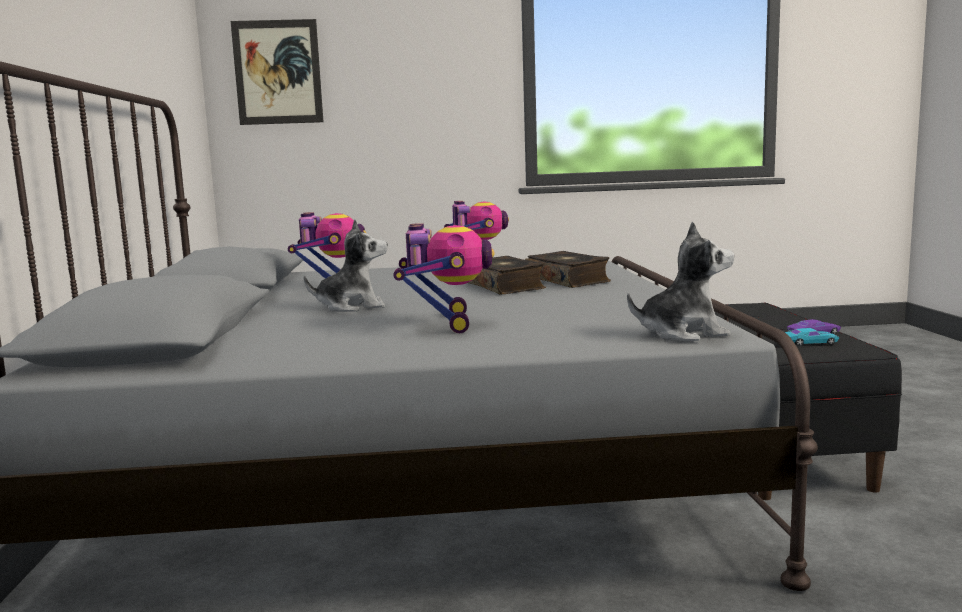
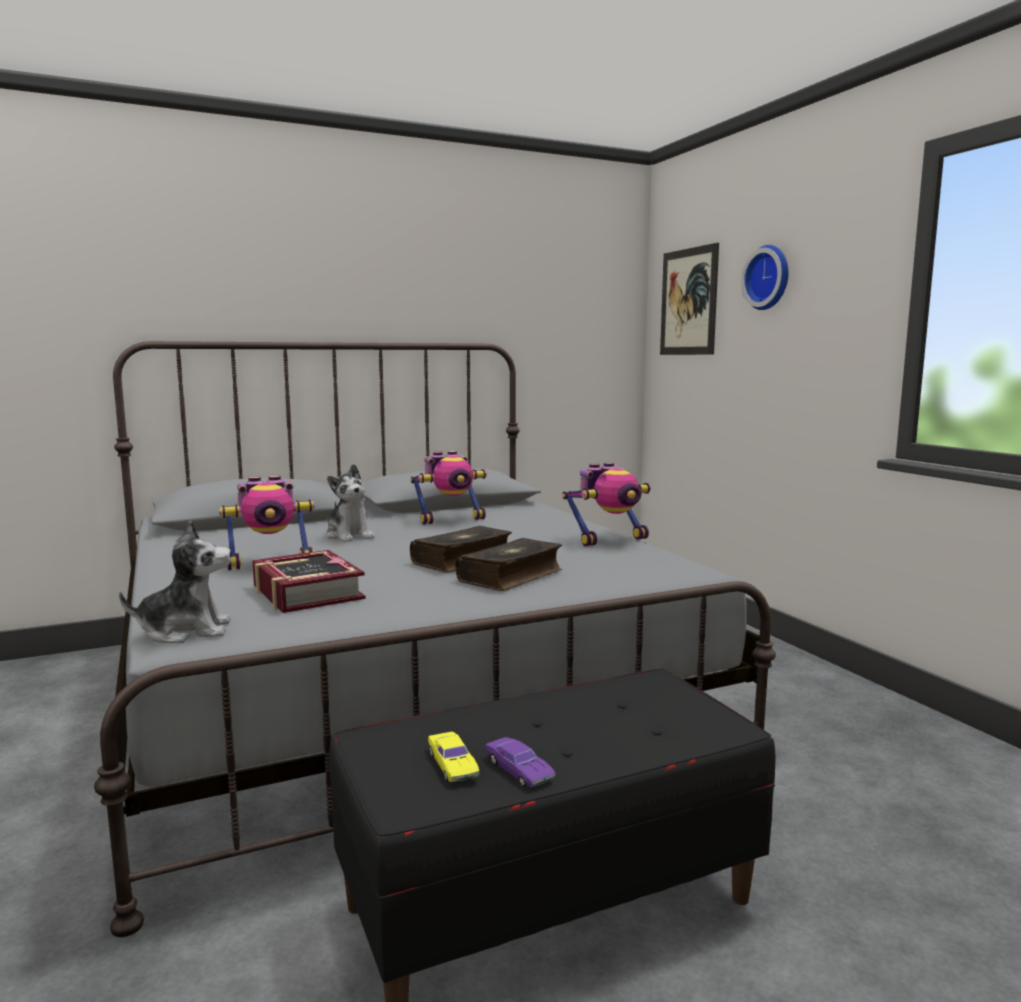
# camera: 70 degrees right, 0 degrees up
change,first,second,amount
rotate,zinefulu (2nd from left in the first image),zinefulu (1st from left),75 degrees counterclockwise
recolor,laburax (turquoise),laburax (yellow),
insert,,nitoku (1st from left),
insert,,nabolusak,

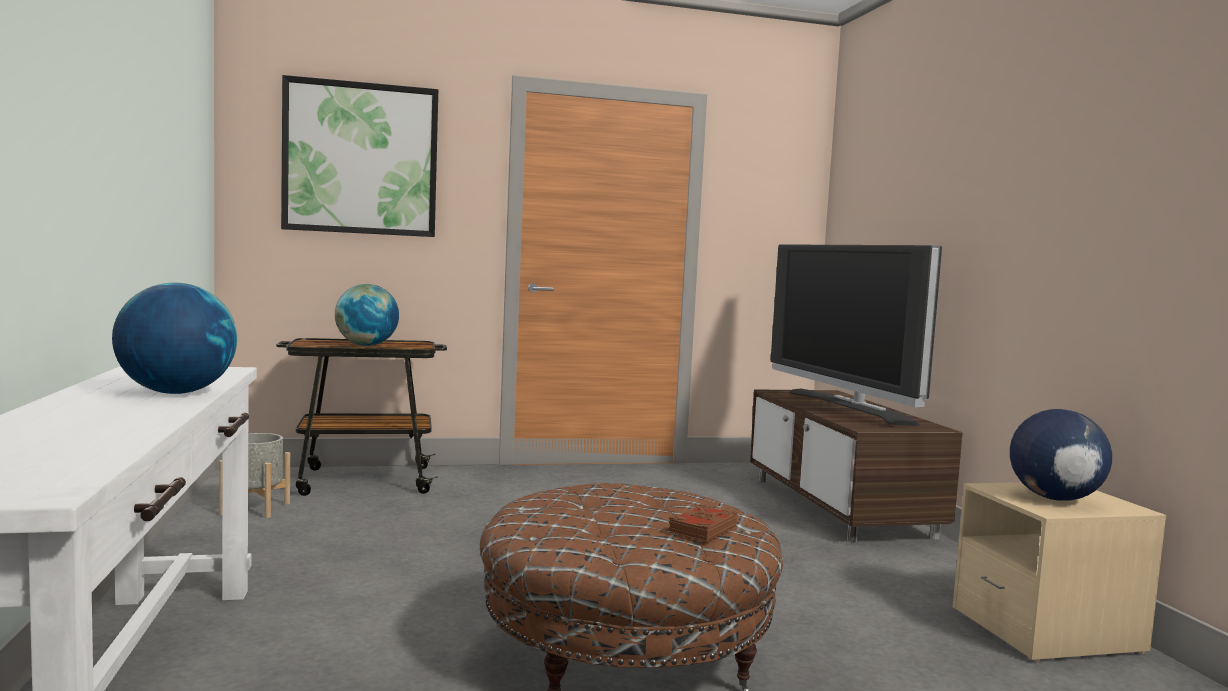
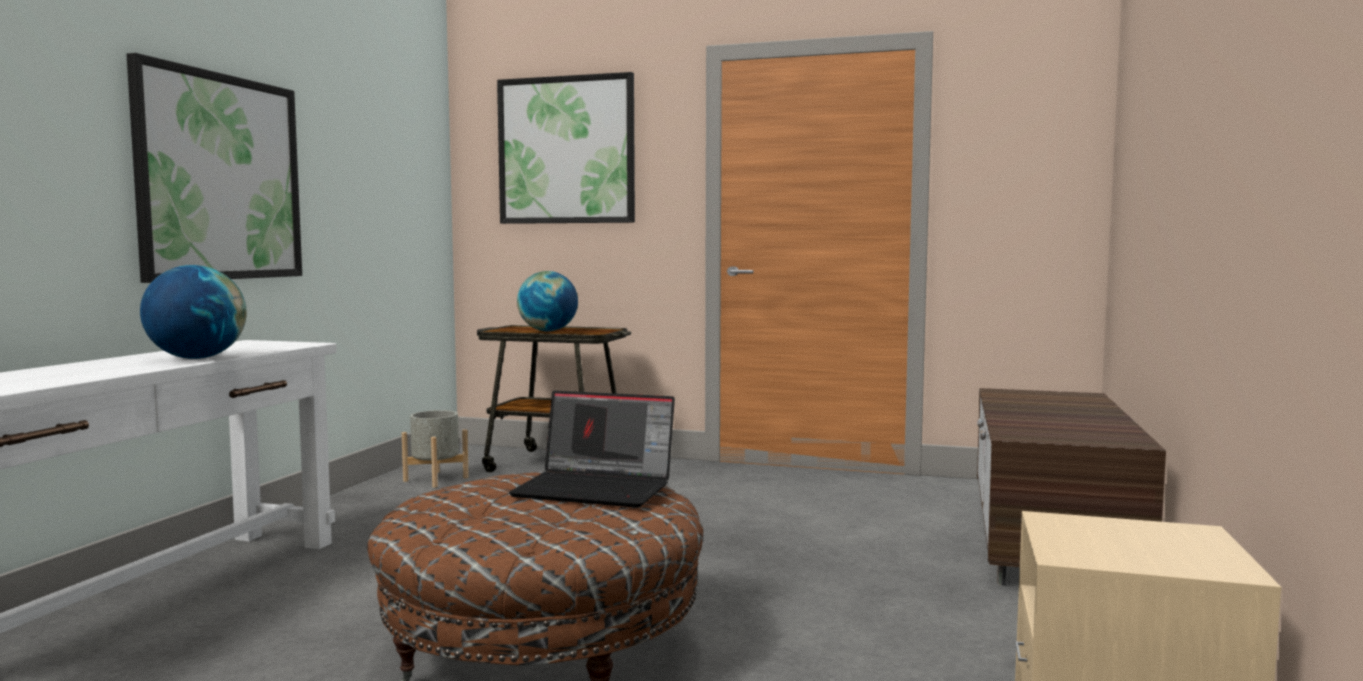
# camera: 30 degrees right, 0 degrees up
change,first,second,amount
delete,nitoku (brown),,
delete,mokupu,,
delete,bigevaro (3rd from left),,
insert,,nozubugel (1st from left),
insert,,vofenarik,

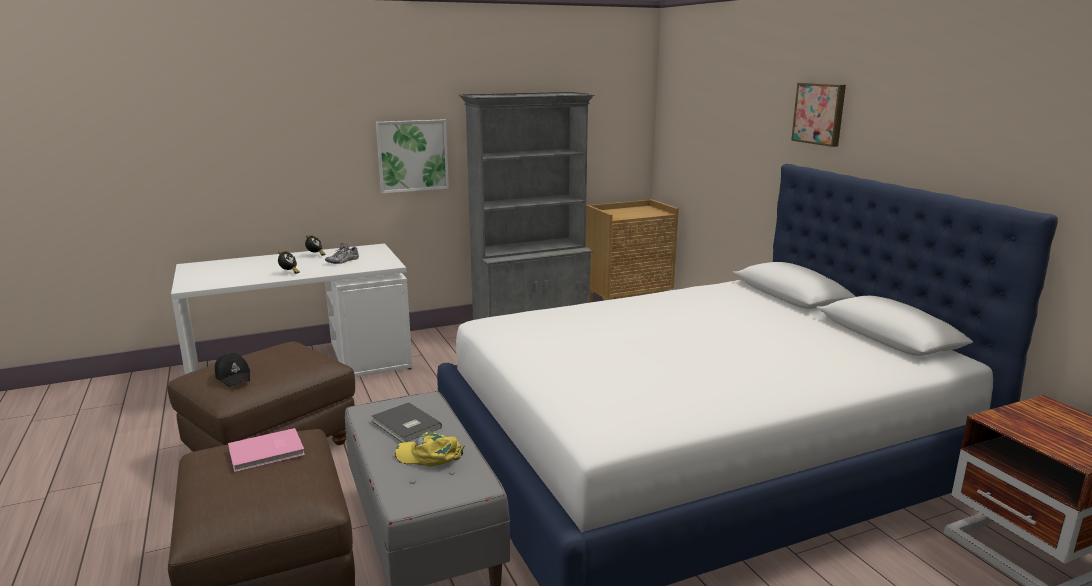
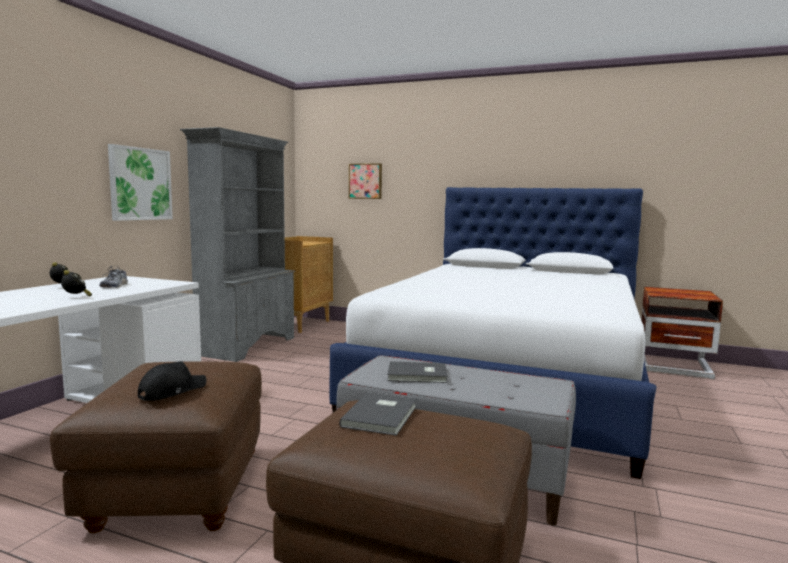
# camera: 45 degrees left, 10 degrees down
change,first,second,amount
rotate,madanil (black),,60 degrees counterclockwise
recolor,nitoku (pink),nitoku (grey) (1st from left),
delete,madanil (yellow),,
move,nozubugel (2nd from left),,

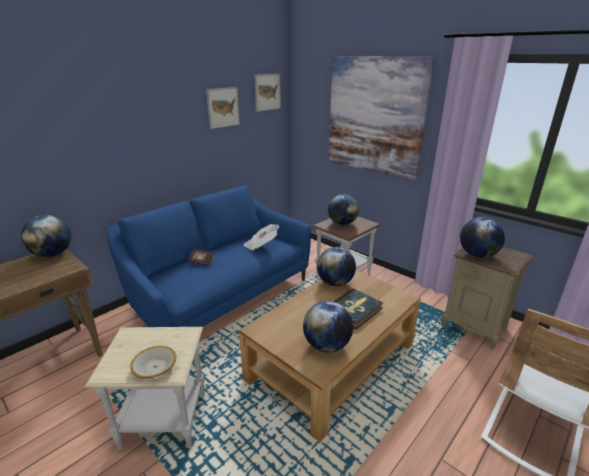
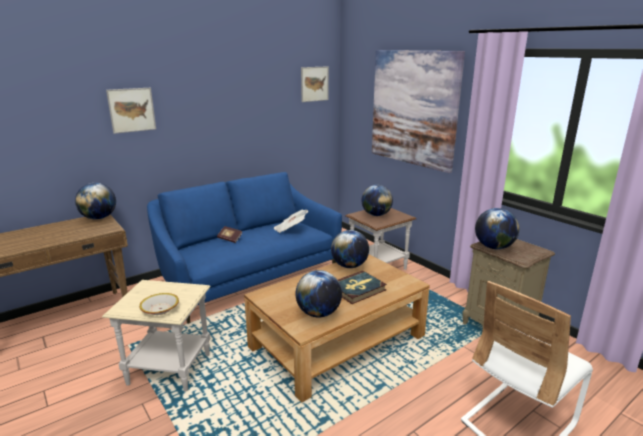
# camera: 10 degrees right, 5 degrees down
change,first,second,amount
move,nozubugel (1st from left),,

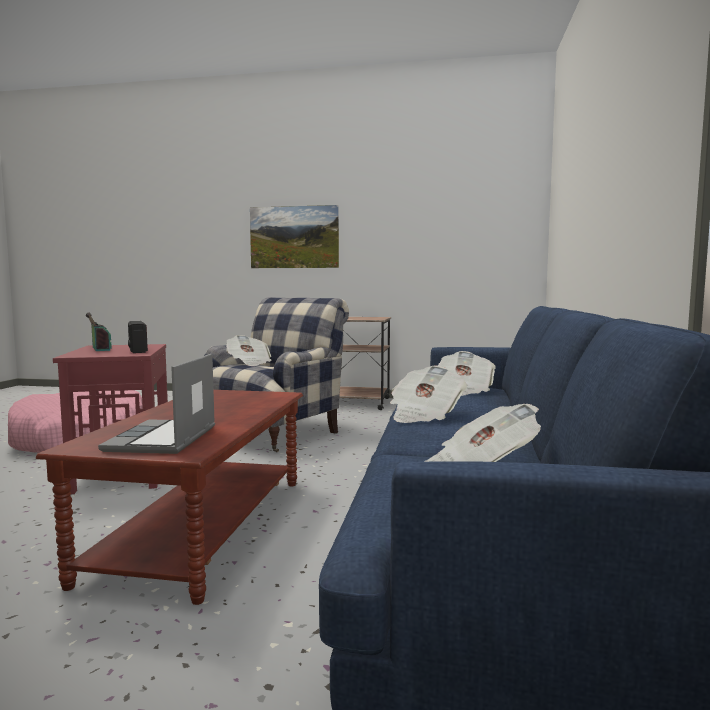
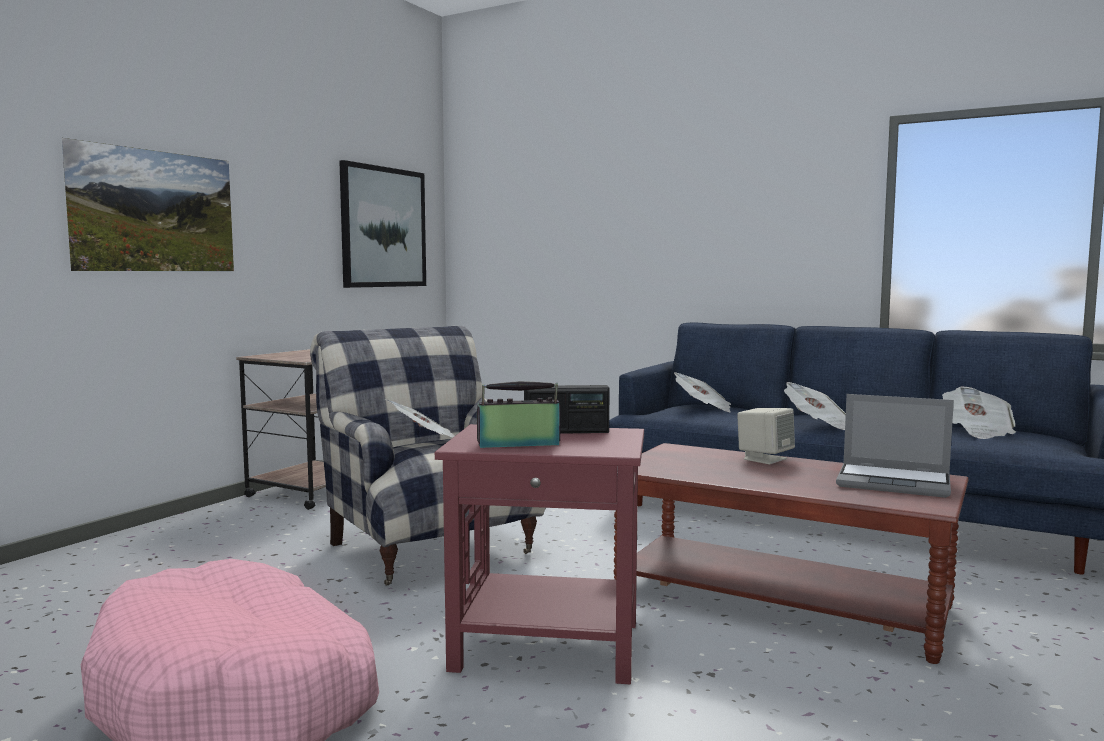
# camera: 70 degrees left, 0 degrees up
change,first,second,amount
insert,,nozubugel (2nd from left),
insert,,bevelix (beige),

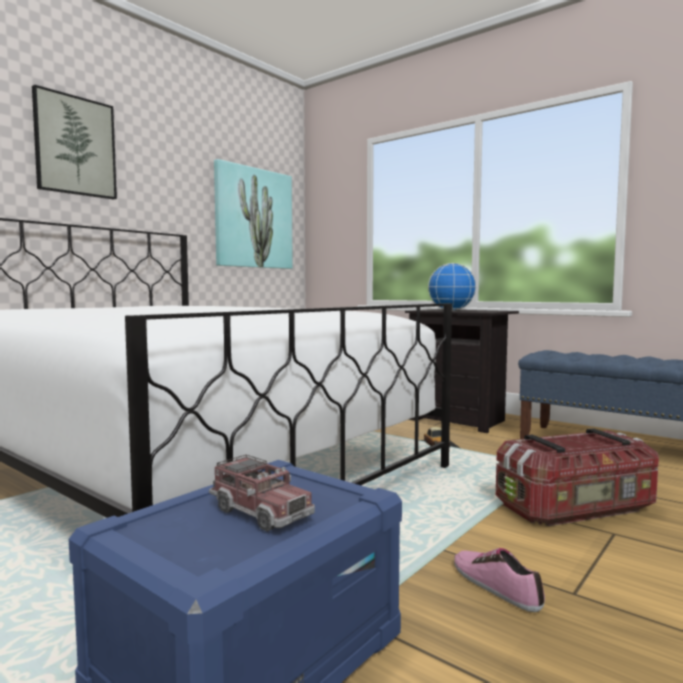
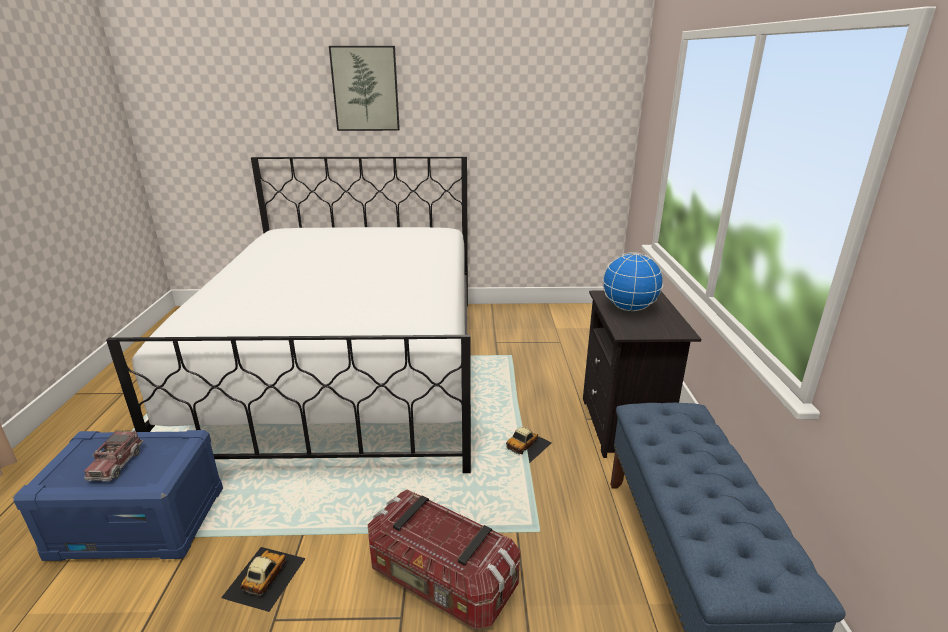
# camera: 50 degrees right, 20 degrees up
change,first,second,amount
delete,nozubugel (2nd from left),,
replace,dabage,laburax (1st from left),

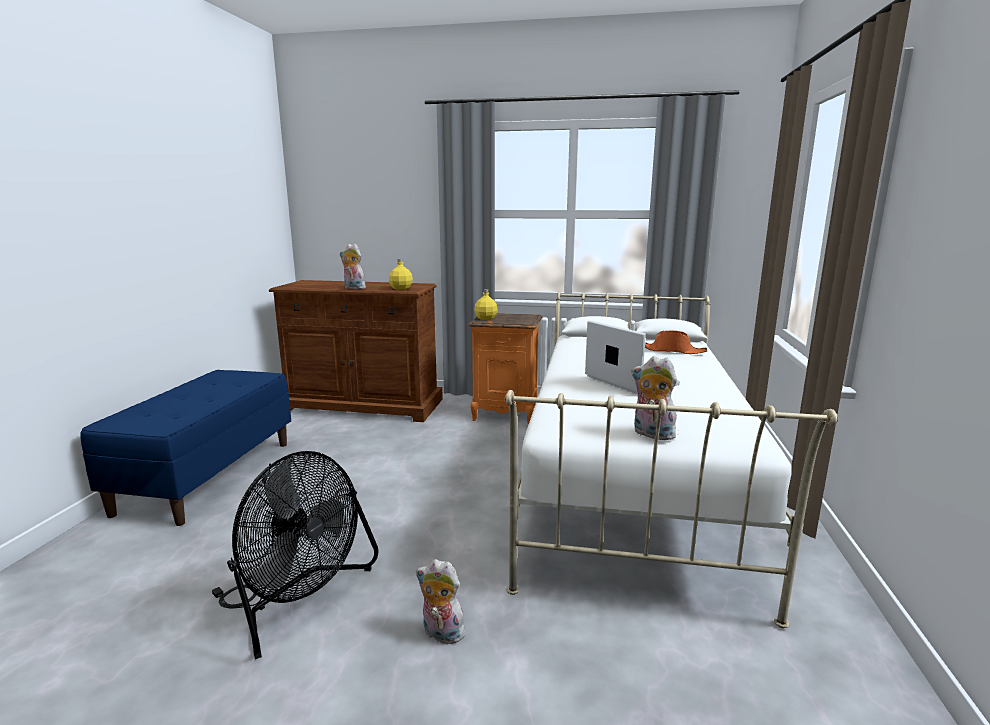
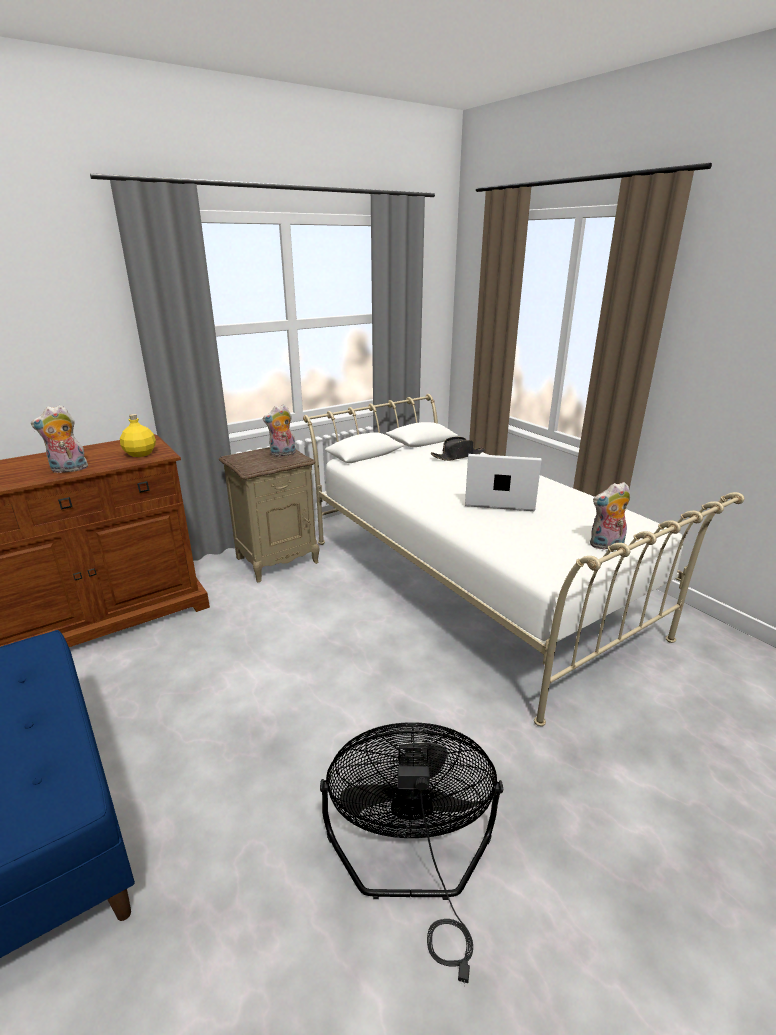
# camera: 45 degrees left, 10 degrees up
change,first,second,amount
rotate,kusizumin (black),,75 degrees counterclockwise
move,zinefulu (2nd from left),,
recolor,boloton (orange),boloton (beige),
delete,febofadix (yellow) (2nd from left),,
recolor,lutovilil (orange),lutovilil (black),

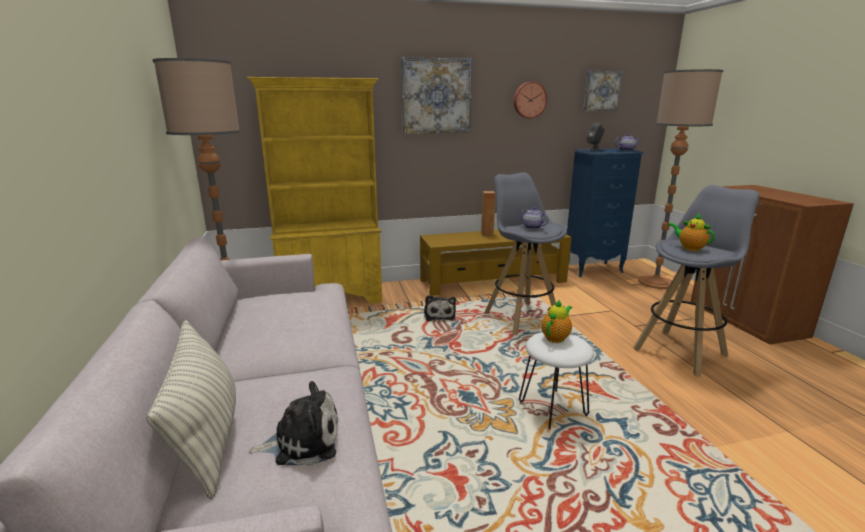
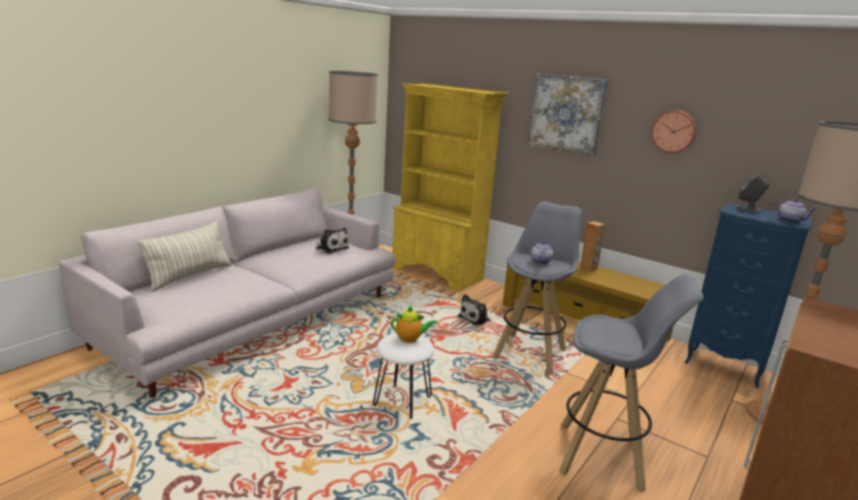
# camera: 50 degrees right, 0 degrees up
change,first,second,amount
move,zinefulu (1st from left),,
delete,nozubugel (2nd from left),,
delete,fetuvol (4th from left),,

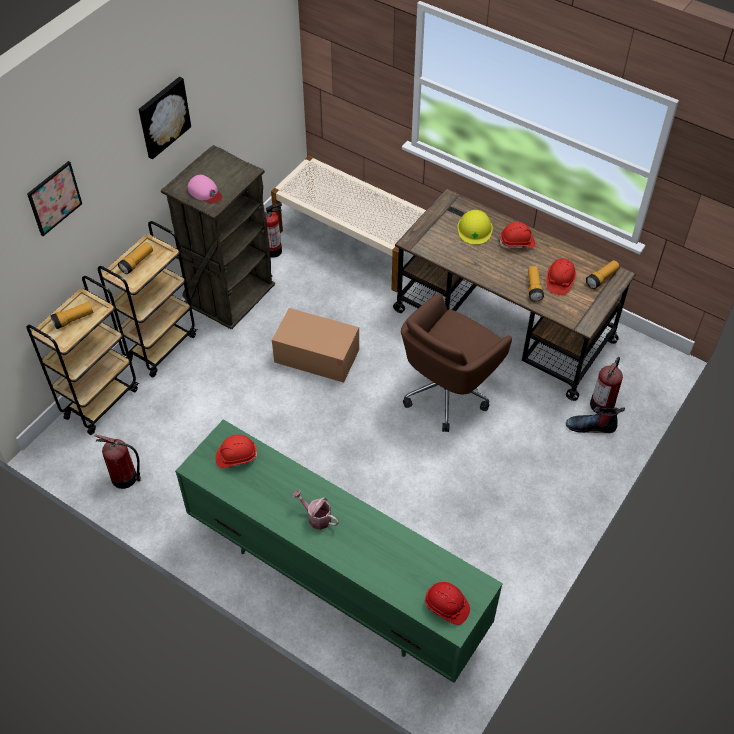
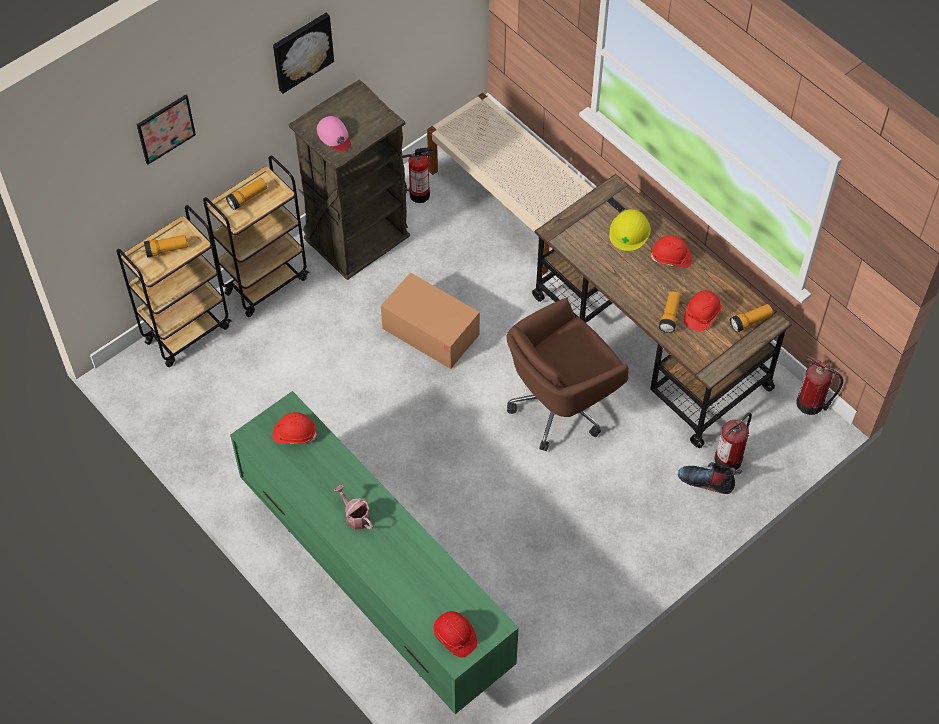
# camera: 15 degrees right, 5 degrees up
change,first,second,amount
move,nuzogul (1st from left in the first image),nuzogul (3rd from left),

